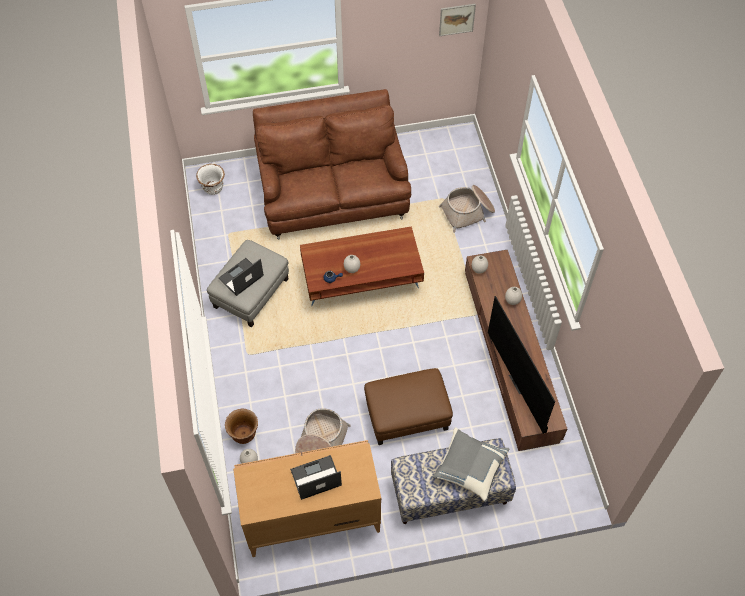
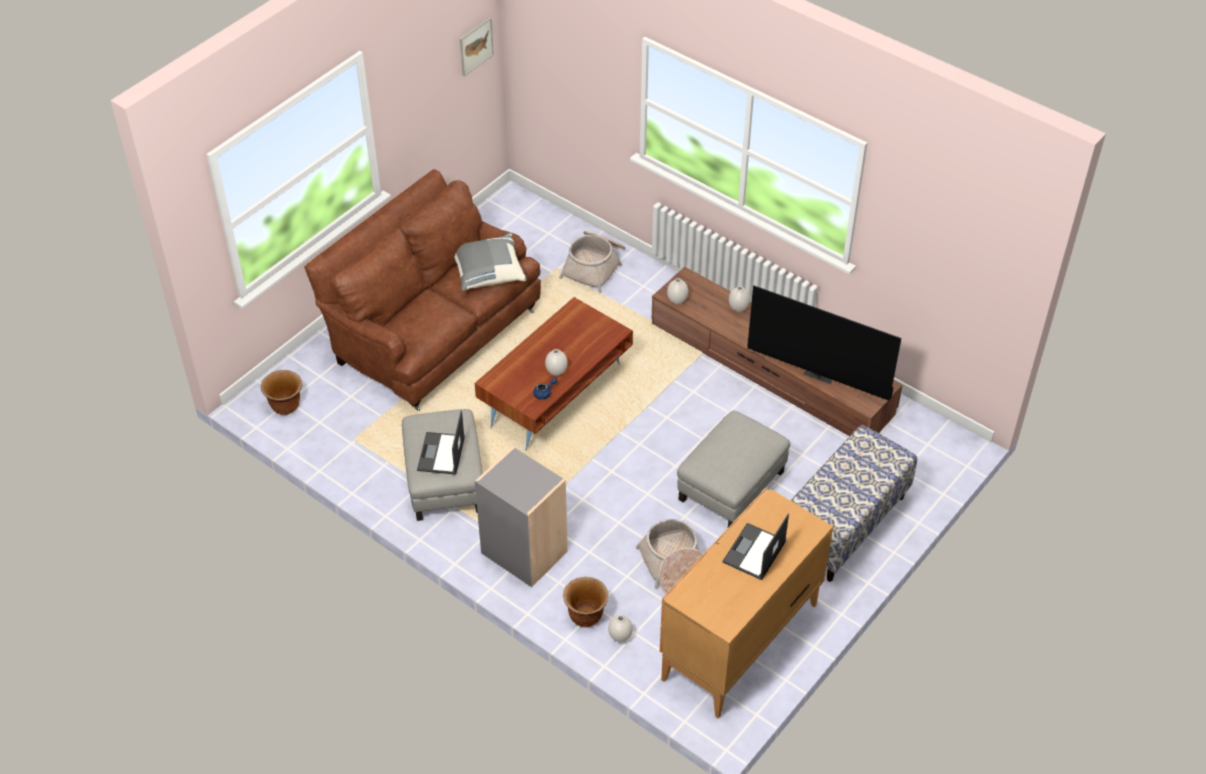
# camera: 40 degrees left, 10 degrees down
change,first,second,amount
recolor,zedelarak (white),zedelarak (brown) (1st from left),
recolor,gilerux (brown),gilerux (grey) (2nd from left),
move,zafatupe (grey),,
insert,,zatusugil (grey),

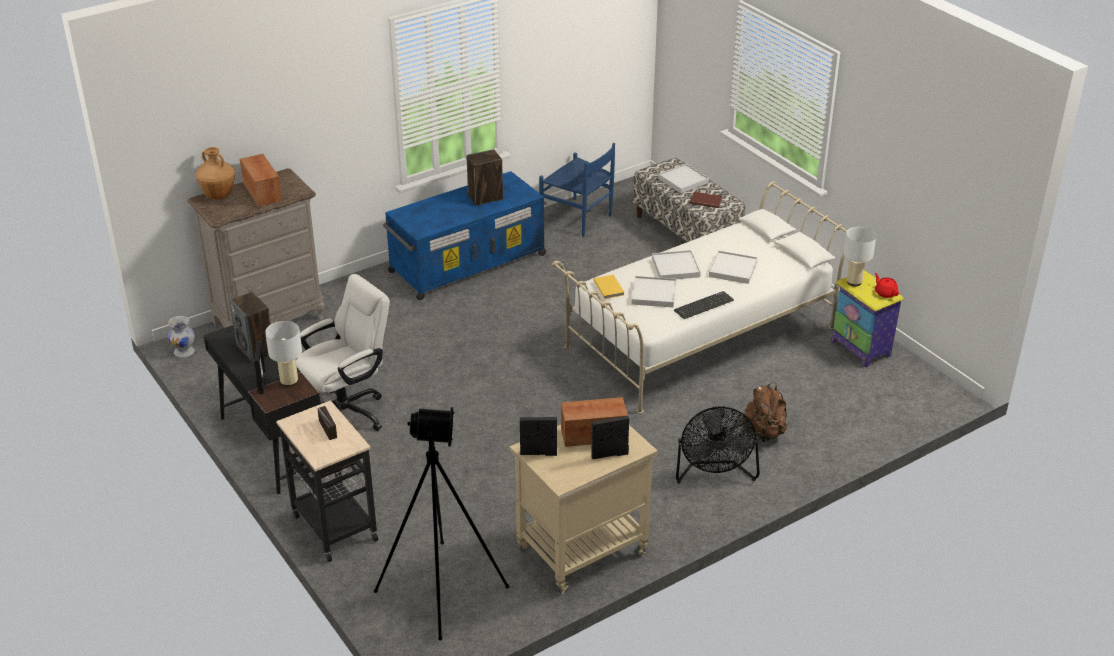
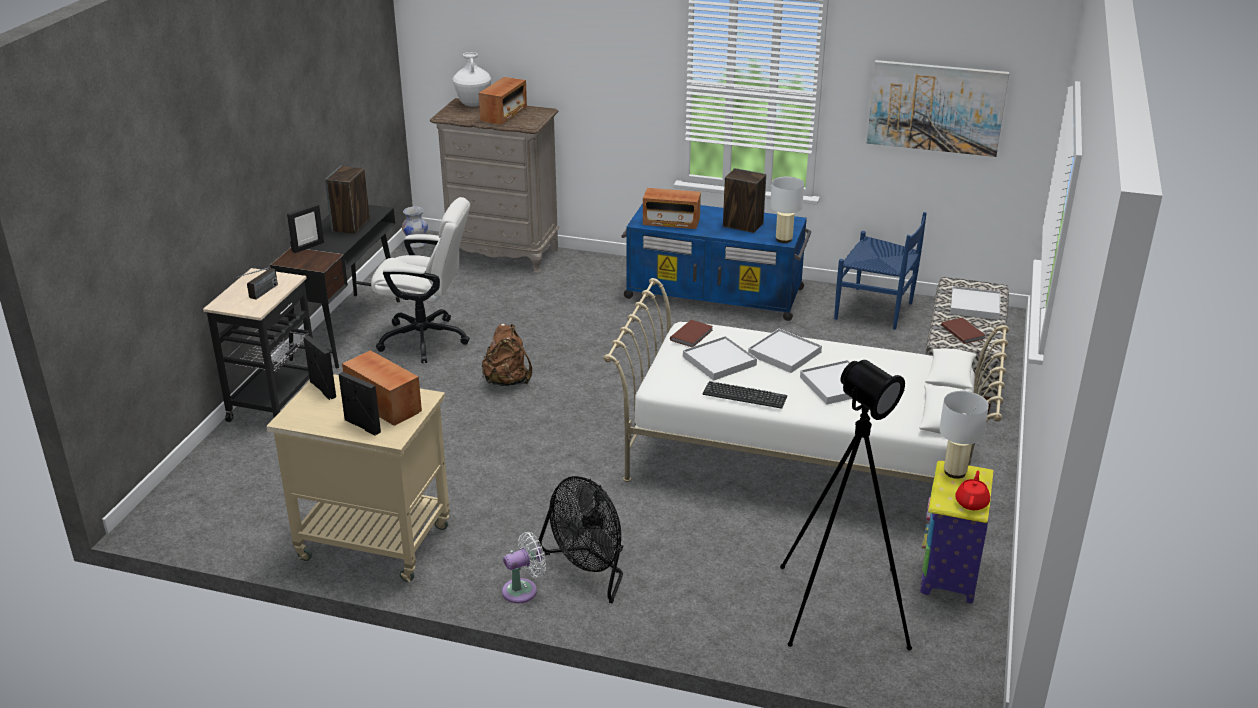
# camera: 50 degrees right, 5 degrees down
change,first,second,amount
recolor,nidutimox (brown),nidutimox (white) (2nd from left),
move,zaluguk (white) (1st from left),,
move,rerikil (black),,
rotate,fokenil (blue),,60 degrees counterclockwise
recolor,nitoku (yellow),nitoku (brown) (1st from left),
move,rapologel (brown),,
insert,,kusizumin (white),
insert,,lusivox (4th from left),
insert,,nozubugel,

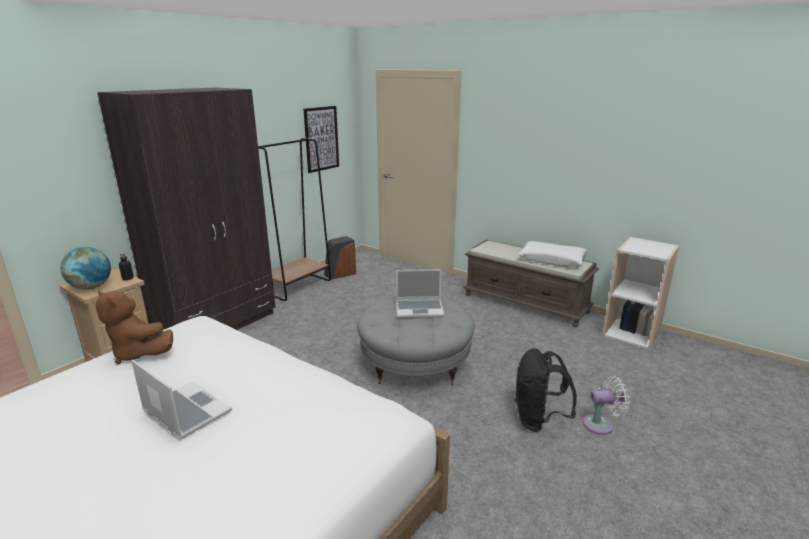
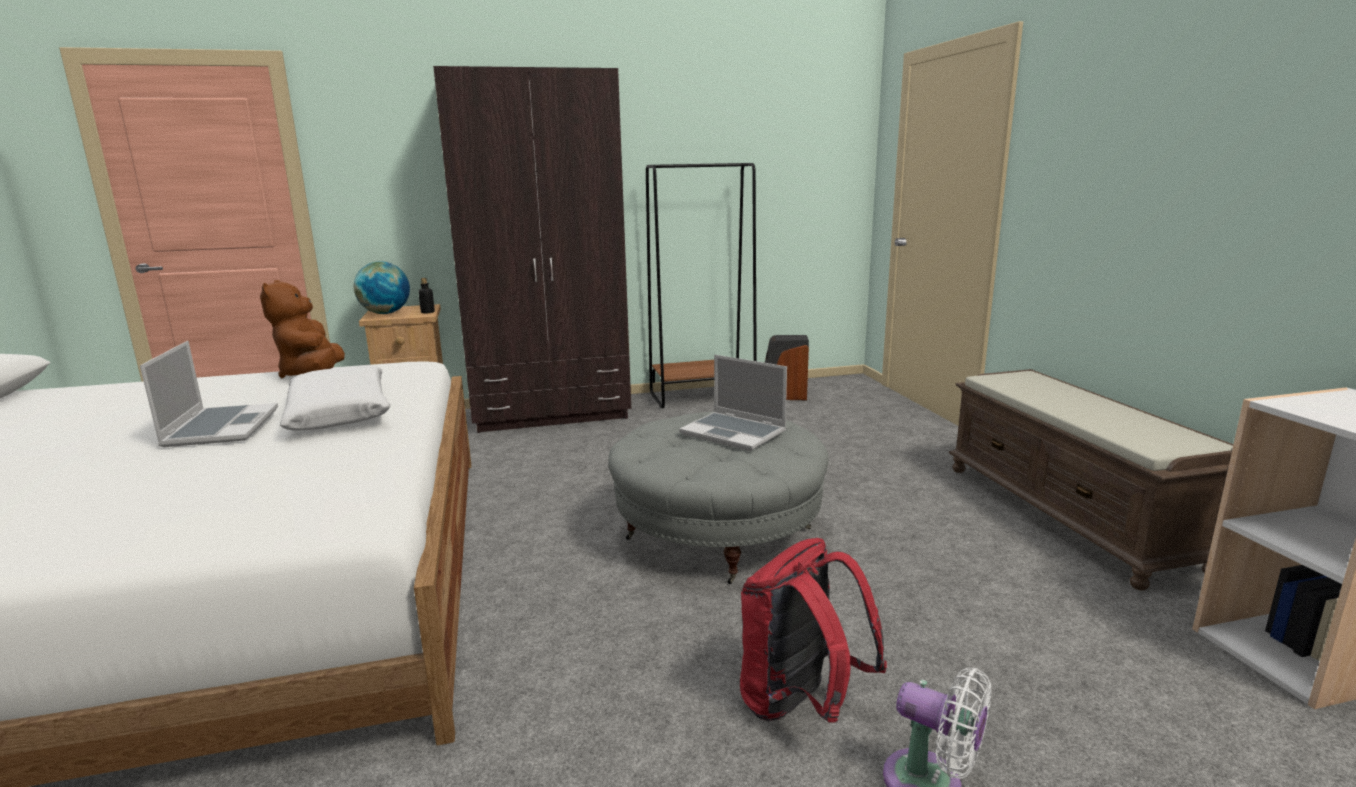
# camera: 40 degrees right, 5 degrees down
change,first,second,amount
delete,nozubugel,,
recolor,rapologel (black),rapologel (red),
move,zafatupe (white),,

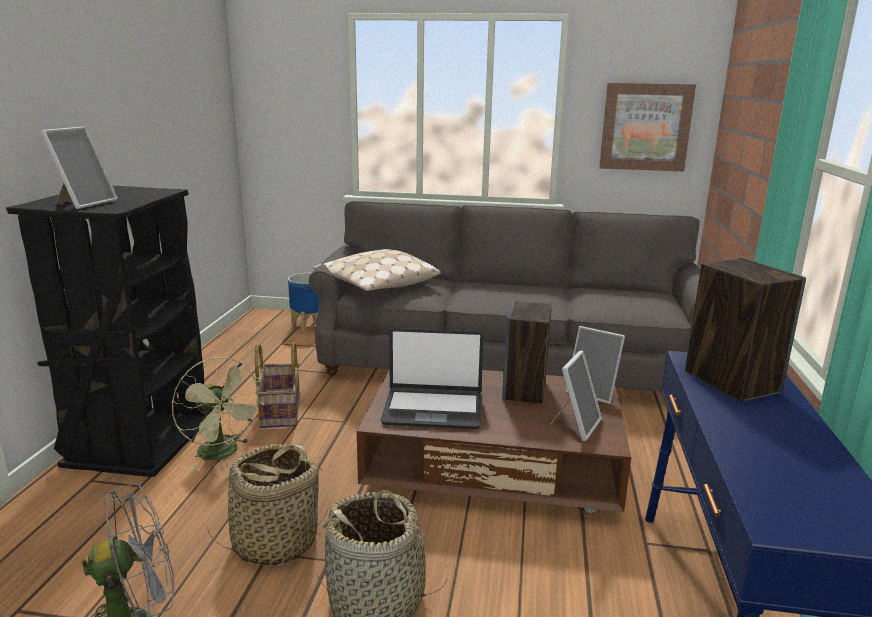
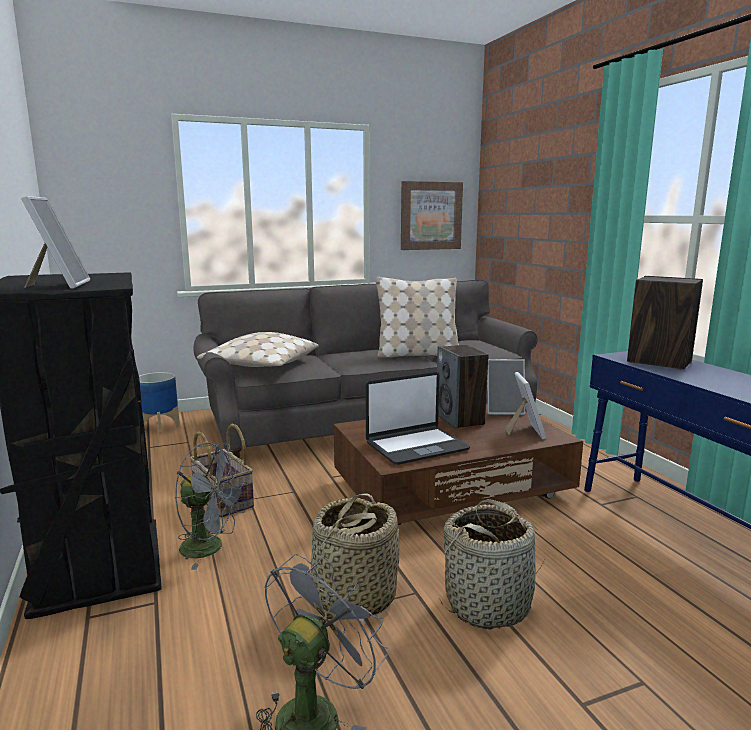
# camera: 30 degrees left, 5 degrees down
change,first,second,amount
recolor,kusizumin (green),kusizumin (grey) (1st from left),
insert,,zafatupe (beige) (2nd from left),

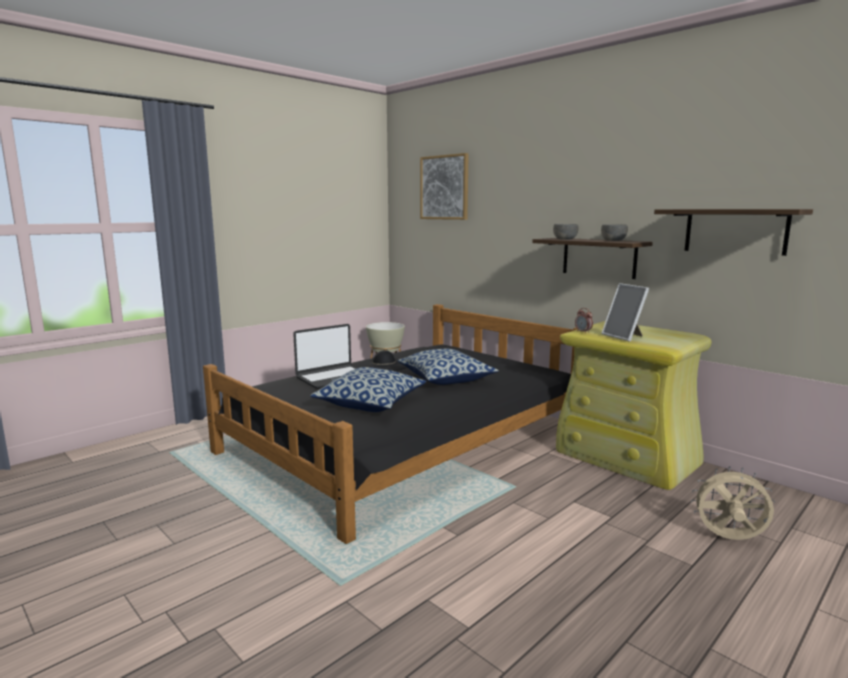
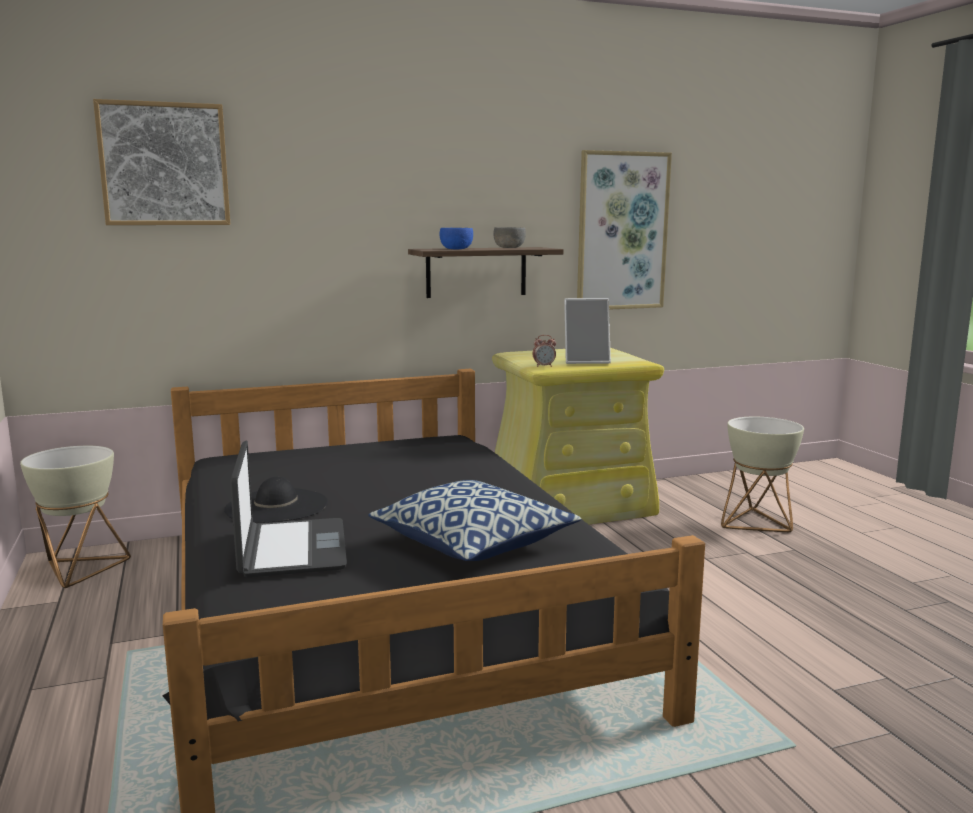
# camera: 65 degrees left, 0 degrees up
change,first,second,amount
delete,zafatupe (2nd from left),,
recolor,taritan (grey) (1st from left),taritan (blue),
replace,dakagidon (2nd from left),nozubugel (2nd from left),
replace,kusizumin (beige),zedelarak (2nd from left),

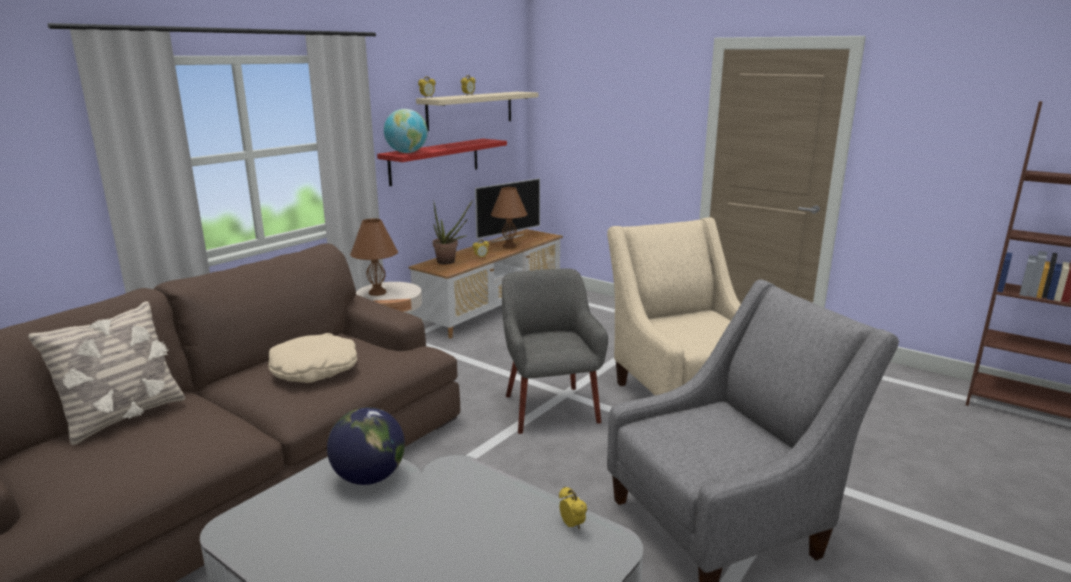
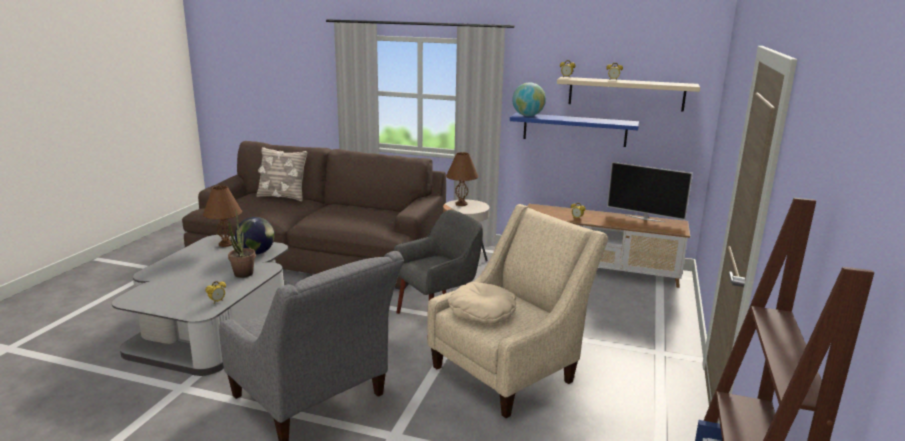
# camera: 70 degrees right, 0 degrees up
change,first,second,amount
move,zafatupe (beige) (2nd from left),,
recolor,dakagidon (red),dakagidon (blue),
move,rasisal,,
move,zaluguk (brown) (2nd from left in the first image),zaluguk (brown) (1st from left),

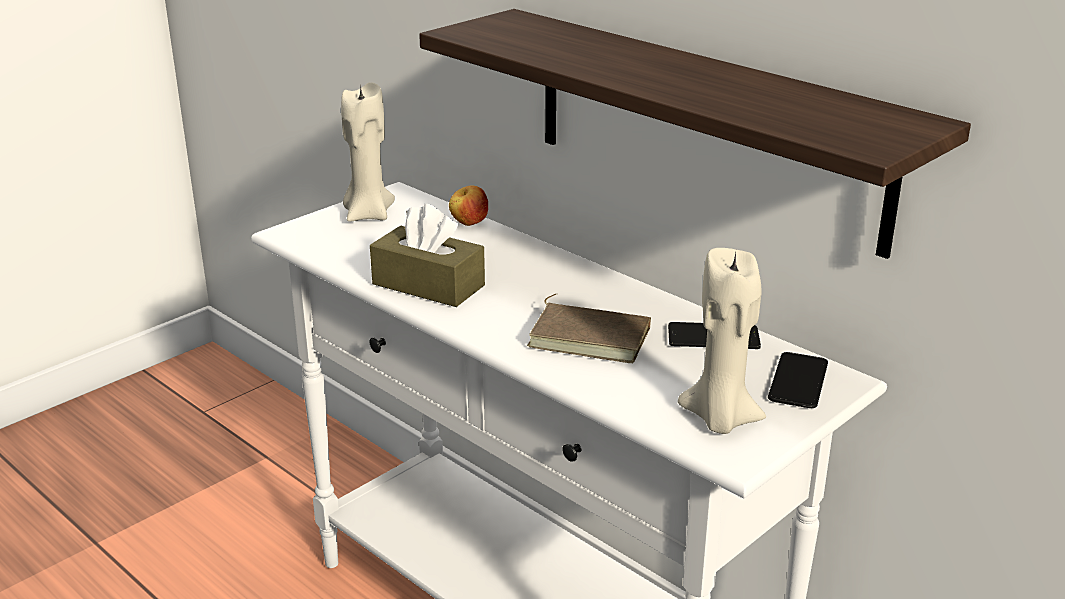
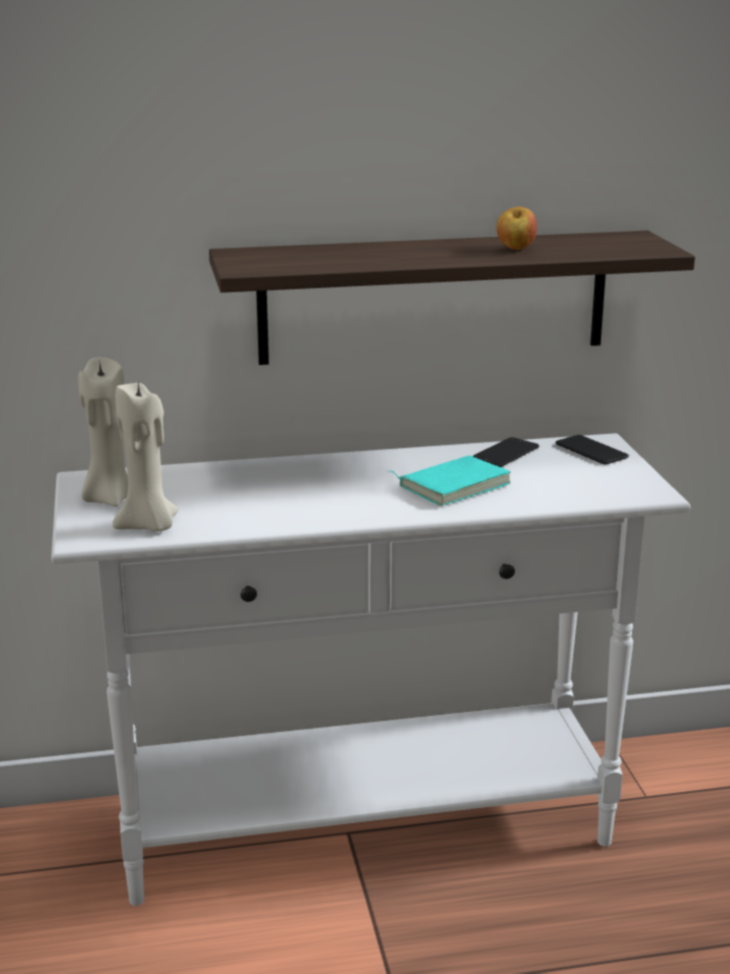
# camera: 55 degrees left, 5 degrees down
change,first,second,amount
delete,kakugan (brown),,
move,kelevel,,
recolor,nitoku (brown),nitoku (turquoise),
move,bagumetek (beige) (2nd from left),,

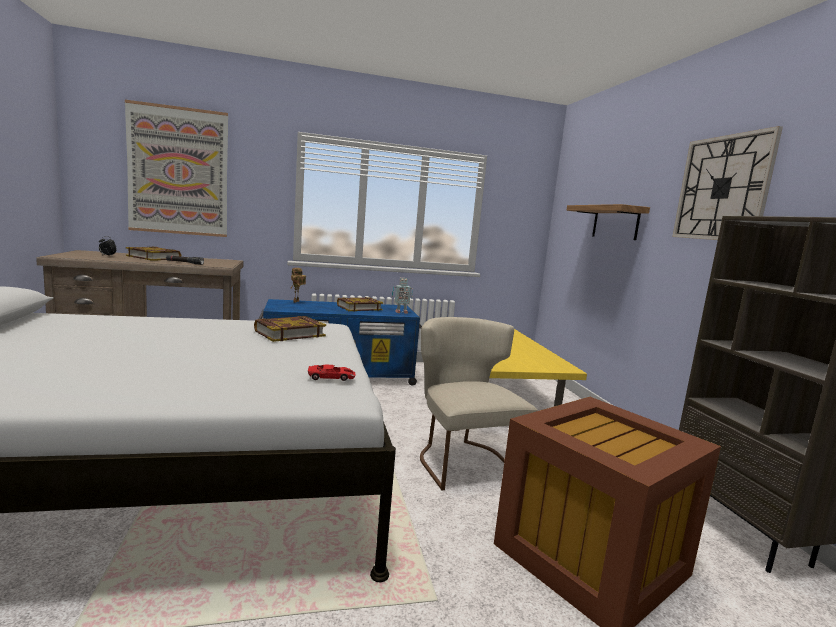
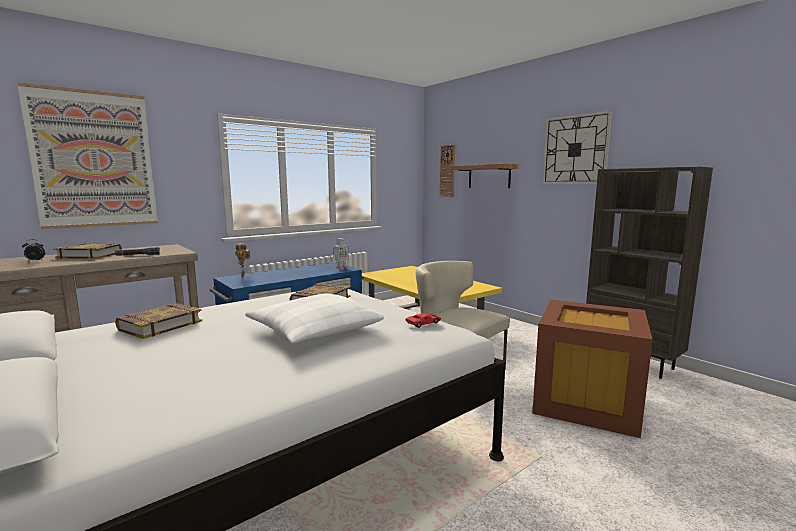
# camera: 25 degrees left, 0 degrees up
change,first,second,amount
move,nitoku (3rd from left in the first image),nitoku (2nd from left),
insert,,zafatupe (white),
insert,,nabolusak (1st from left),

